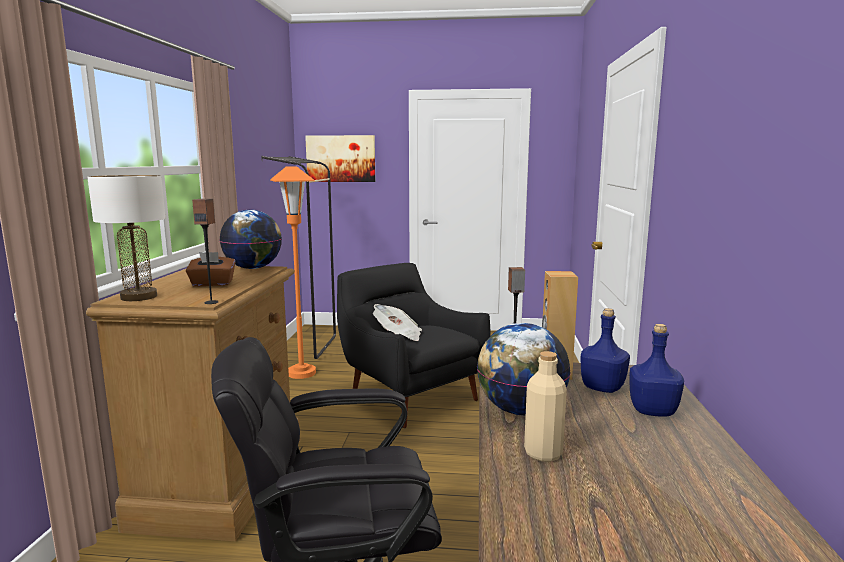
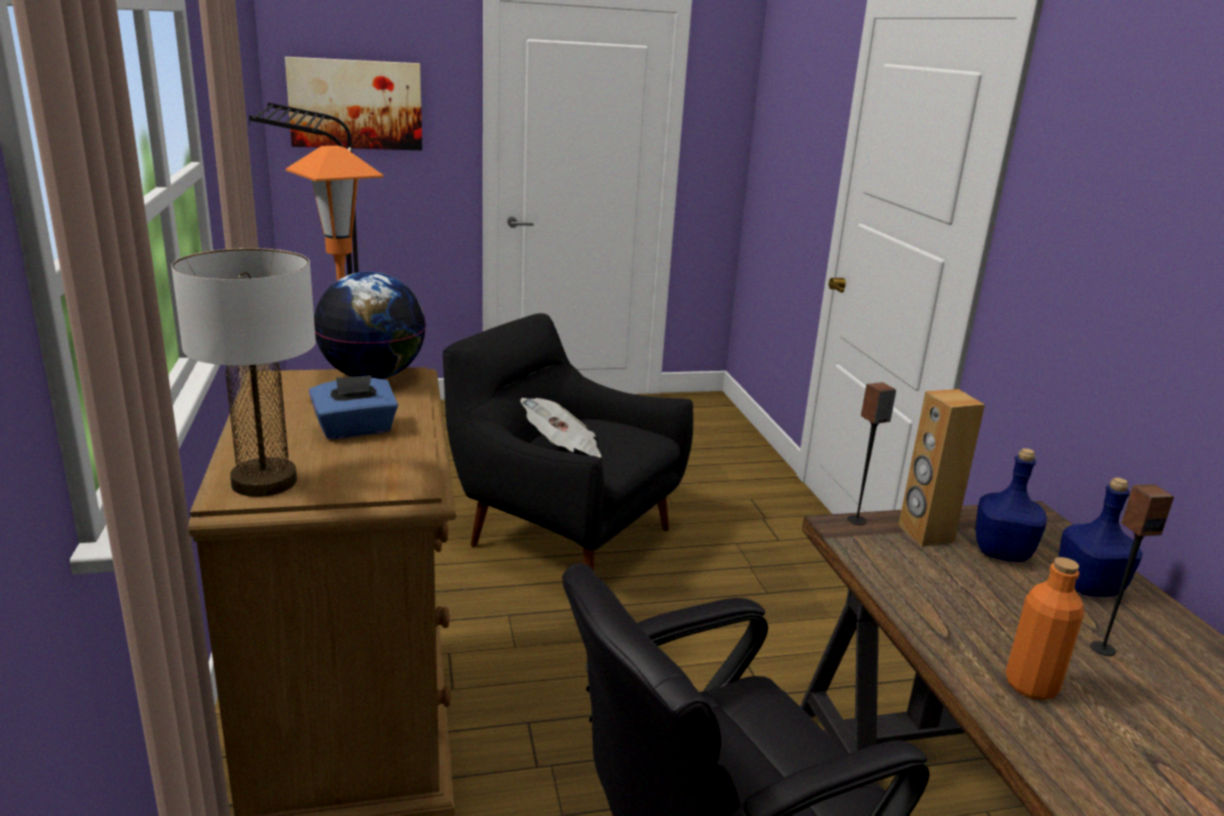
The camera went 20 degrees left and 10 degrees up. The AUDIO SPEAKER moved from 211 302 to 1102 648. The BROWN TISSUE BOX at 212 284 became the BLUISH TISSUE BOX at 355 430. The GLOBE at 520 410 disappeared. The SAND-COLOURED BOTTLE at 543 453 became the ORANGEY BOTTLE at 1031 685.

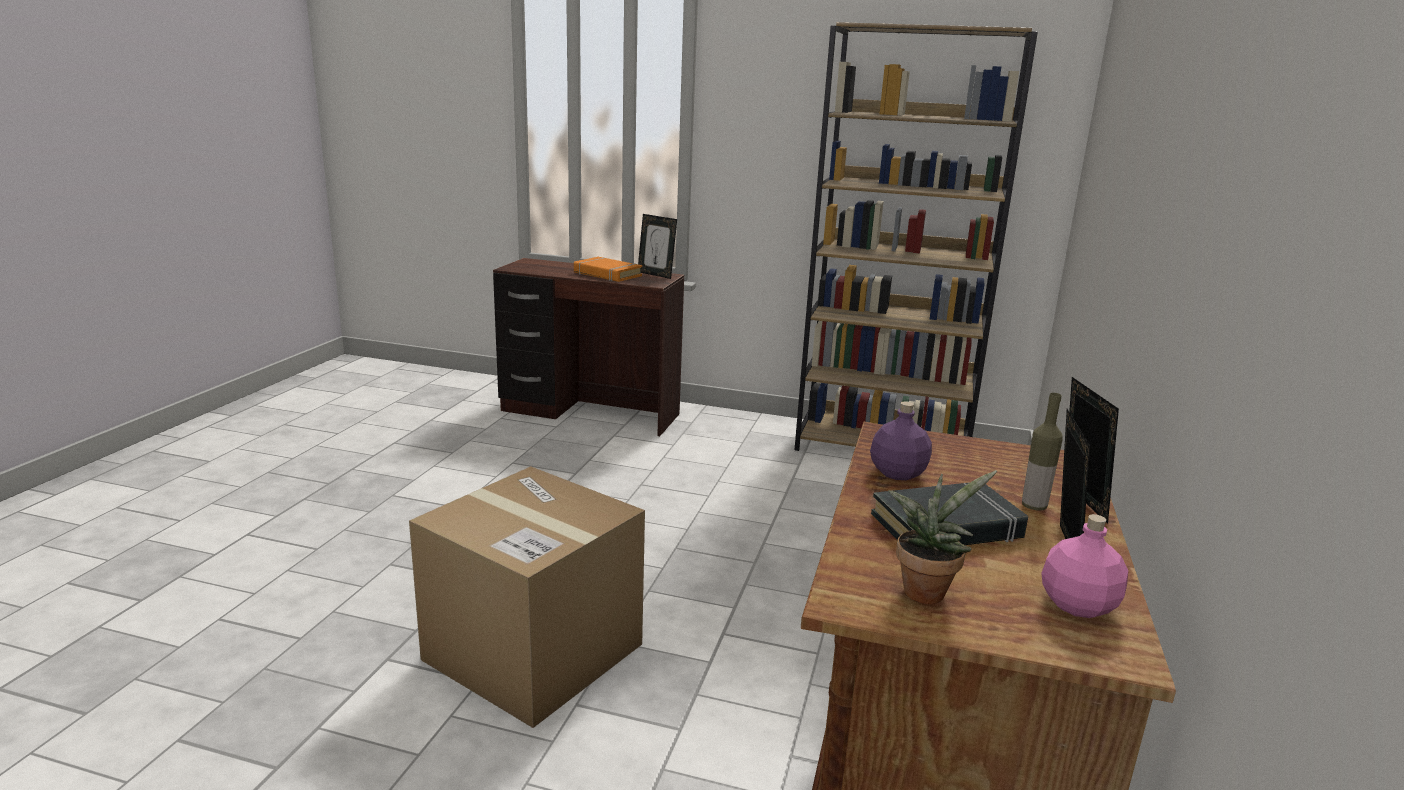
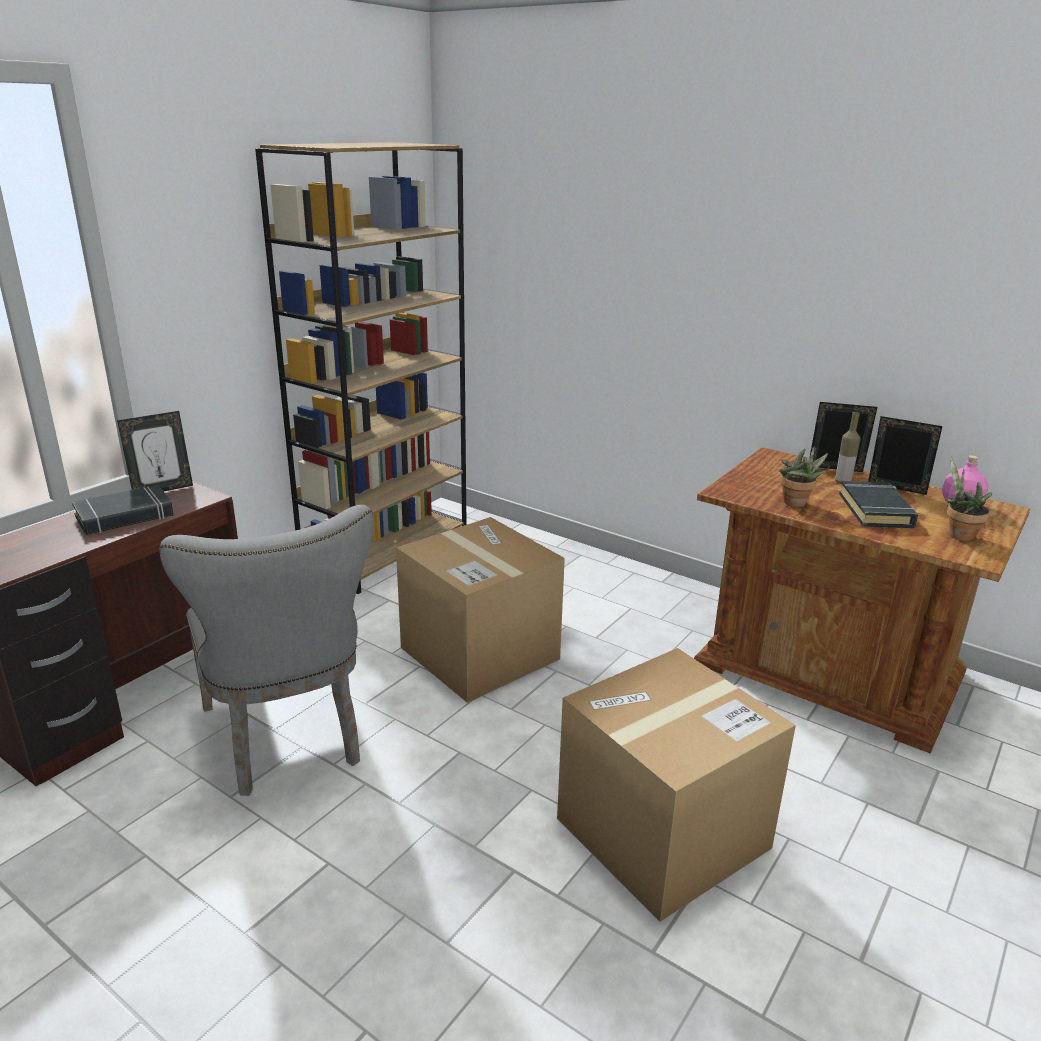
The camera went 70 degrees left and 5 degrees up. The ORANGEY VOLUME at 607 274 became the BLACKISH VOLUME at 125 516. The PURPLE-COLOURED BOTTLE at 899 473 was replaced by the POTTED PLANT at 796 504. The GREYISH UPRIGHT CHAIR at 289 740 appeared. The CARTON at 479 653 appeared.

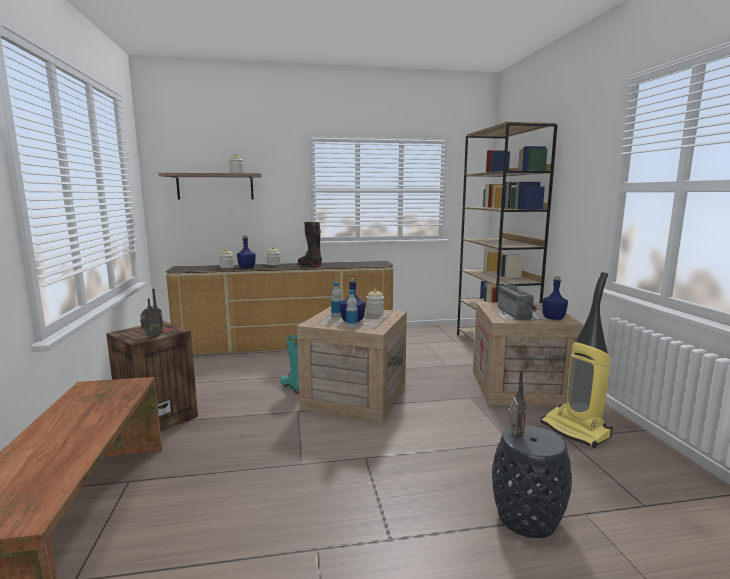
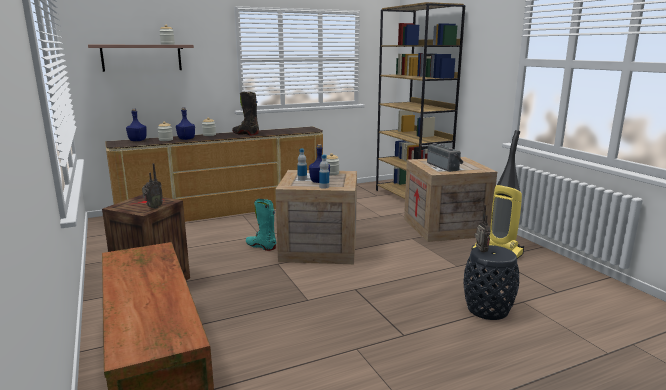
The camera went 15 degrees left and 5 degrees up. The BLUISH BOTTLE moved from 553 318 to 137 140.

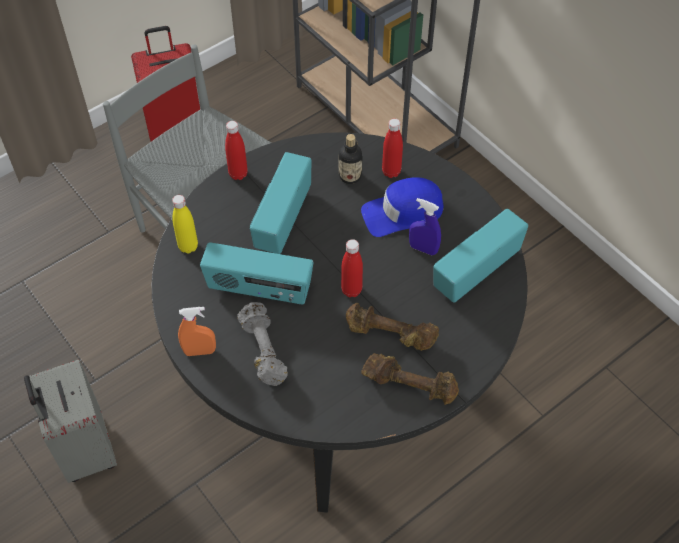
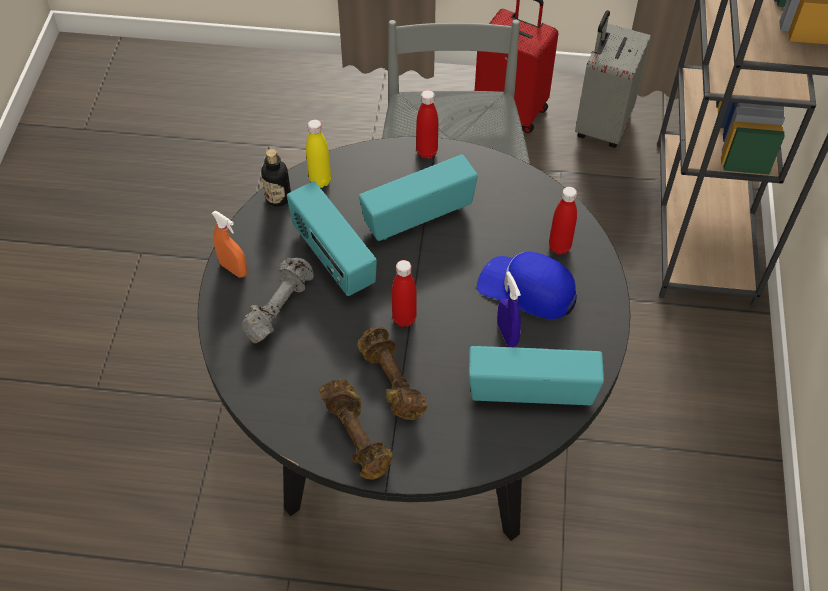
The camera went 45 degrees right and 0 degrees up. The BOTTLE moved from 350 176 to 278 197. The GREYISH TRAVEL CASE moved from 84 450 to 601 125.

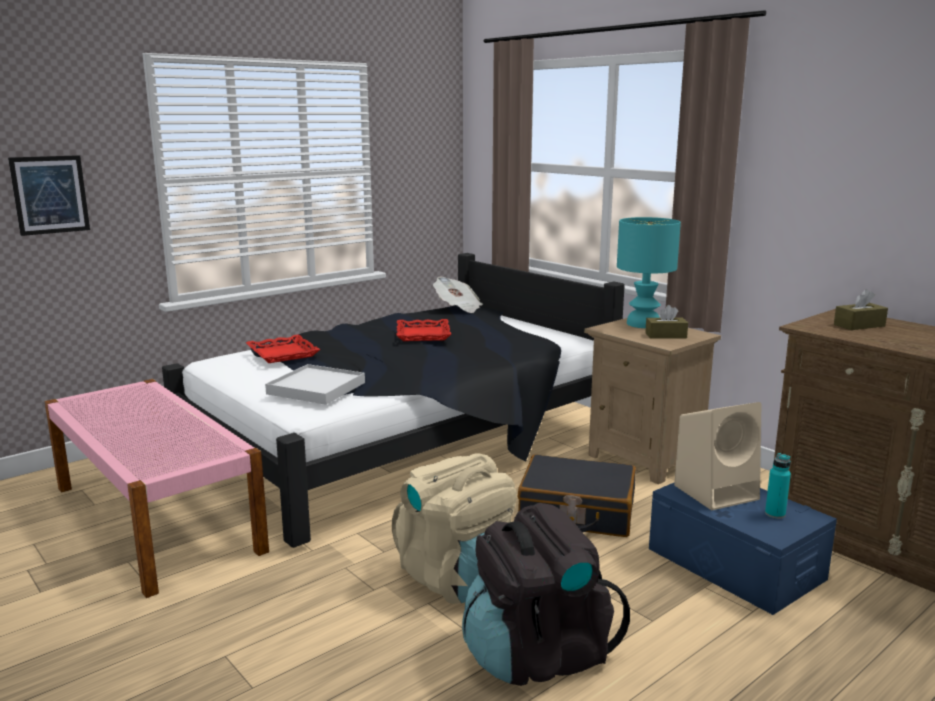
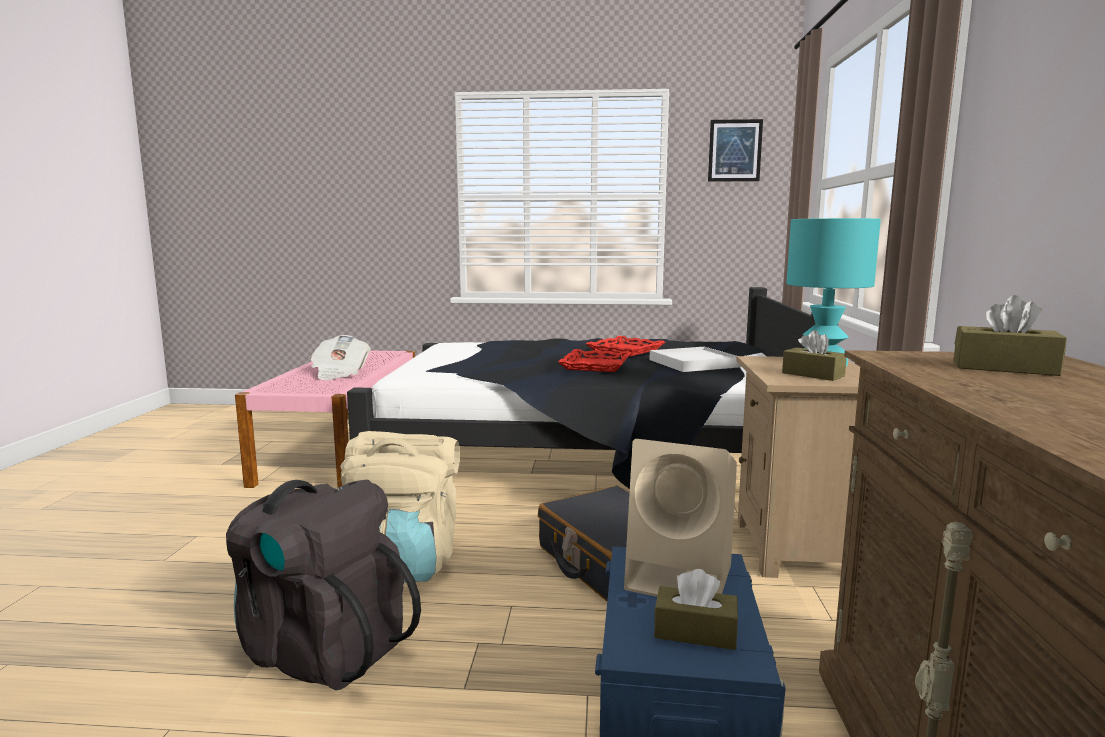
The camera went 45 degrees right and 5 degrees down. The WALL ART moved from 50 195 to 735 150. The PRINTED PAPER moved from 458 308 to 339 373. The RED-COLOURED TRAY moved from 282 354 to 595 365. The WHITE-COLOURED TRAY moved from 316 388 to 693 363. The TURQUOISE BOTTLE at 775 514 was replaced by the BROWN TISSUE BOX at 695 632.

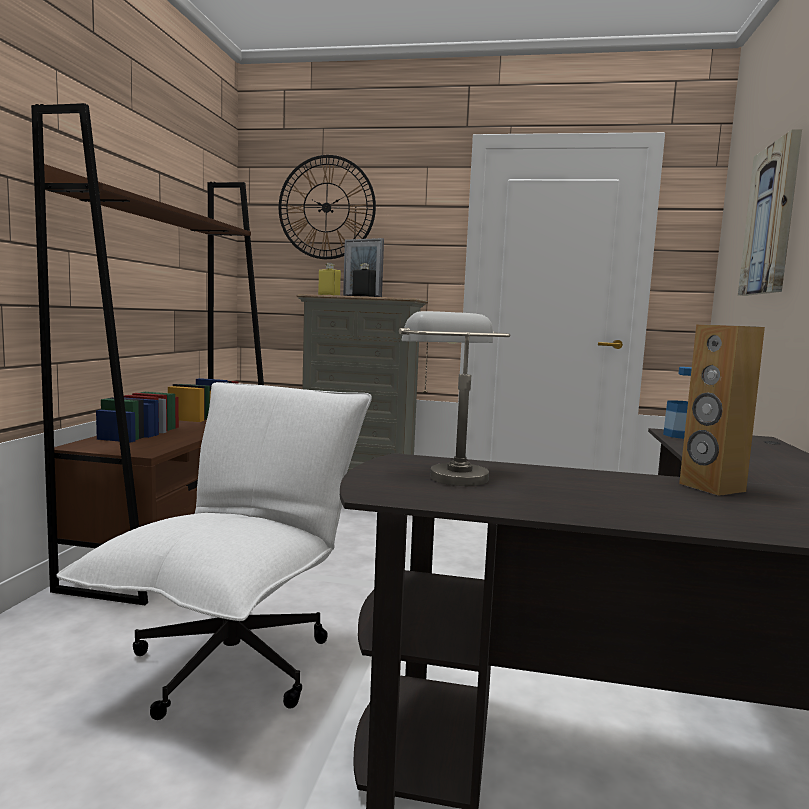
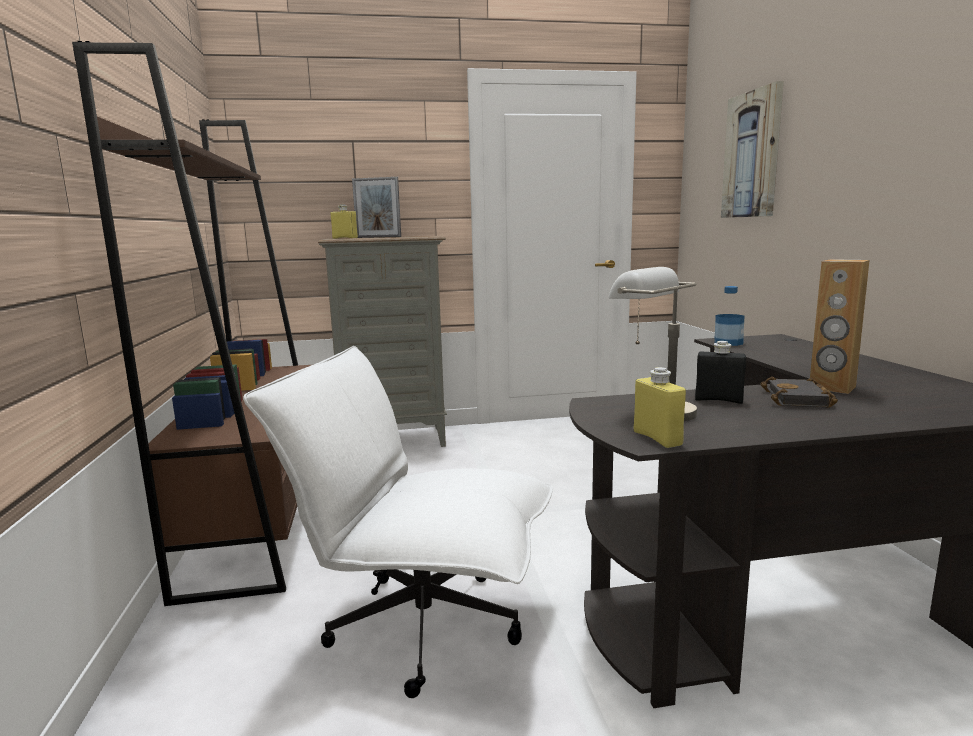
The camera went 20 degrees left and 5 degrees up. The HANGING CLOCK at 326 207 disappeared. The BLACKISH BOTTLE moved from 363 296 to 718 400. The WHITE-COLOURED OFFICE CHAIR at 229 666 turned 75 degrees counterclockwise. The YELLOW-COLOURED BOTTLE at 657 438 appeared. The BLACKISH VOLUME at 800 399 appeared.

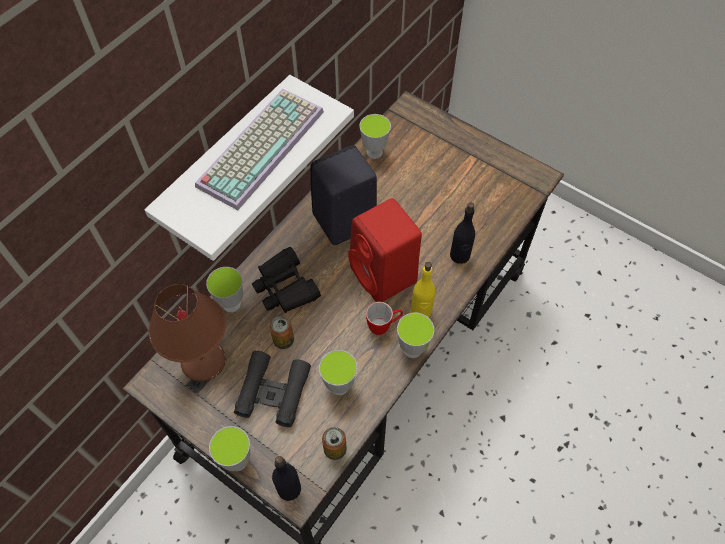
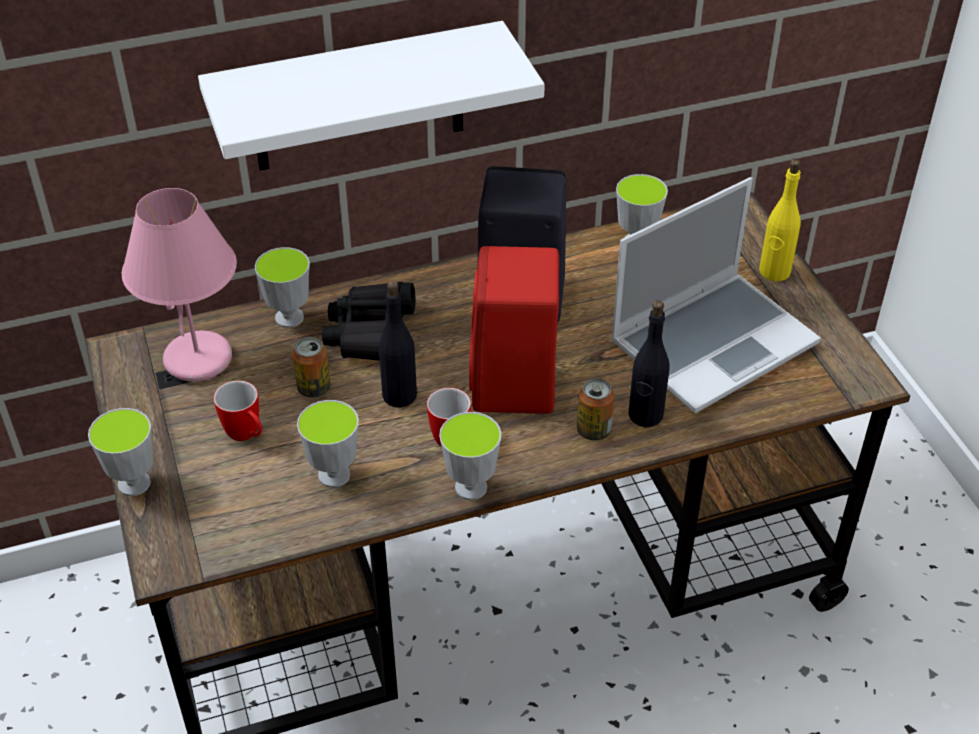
The camera went 35 degrees right and 15 degrees down. The PC KEYBOARD at 260 145 disappeared. The YELLOW-COLOURED BOTTLE moved from 421 311 to 774 272. The BROWN LAMP FOR A TABLE at 204 361 became the PINK-COLOURED LAMP FOR A TABLE at 199 360. The BLACKISH PAIR OF BINOCULARS at 273 392 was replaced by the TEA MUG at 247 436. The METAL CAN moved from 335 449 to 593 430. The BLACKISH BOTTLE moved from 288 488 to 399 395. The PORTABLE COMPUTER at 713 342 appeared.

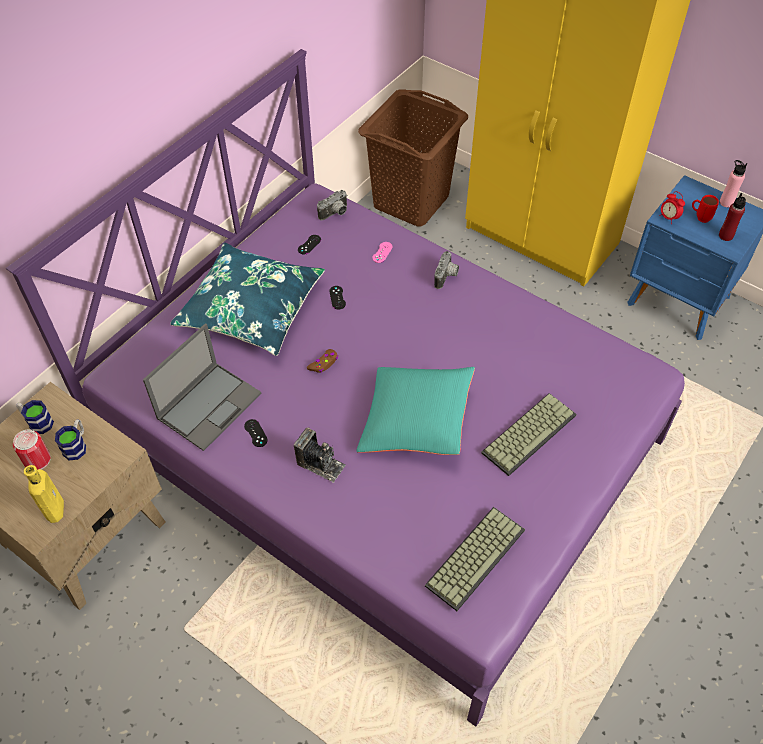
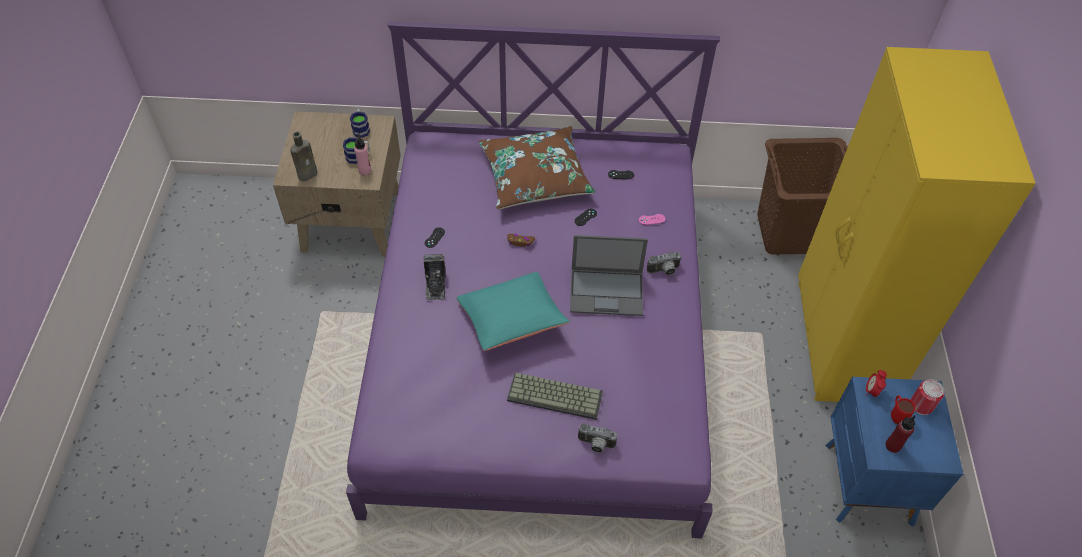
The camera went 55 degrees right and 0 degrees up. The PINK-COLOURED BOTTLE moved from 726 202 to 365 170. The STILL CAMERA moved from 335 214 to 595 445. The BLUISH THROW PILLOW at 251 308 became the BROWN THROW PILLOW at 535 177. The PORTABLE COMPUTER moved from 210 405 to 607 292. The METAL CAN moved from 37 460 to 921 405. The YELLOW-COLOURED BOTTLE at 55 508 became the BROWN BOTTLE at 309 174. The PC KEYBOARD at 474 556 disappeared.

